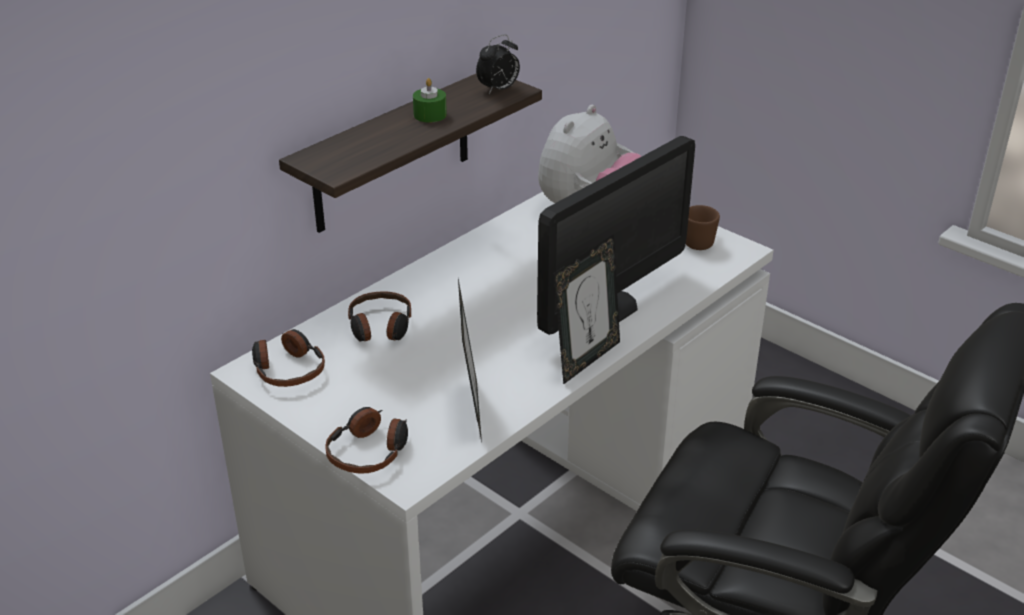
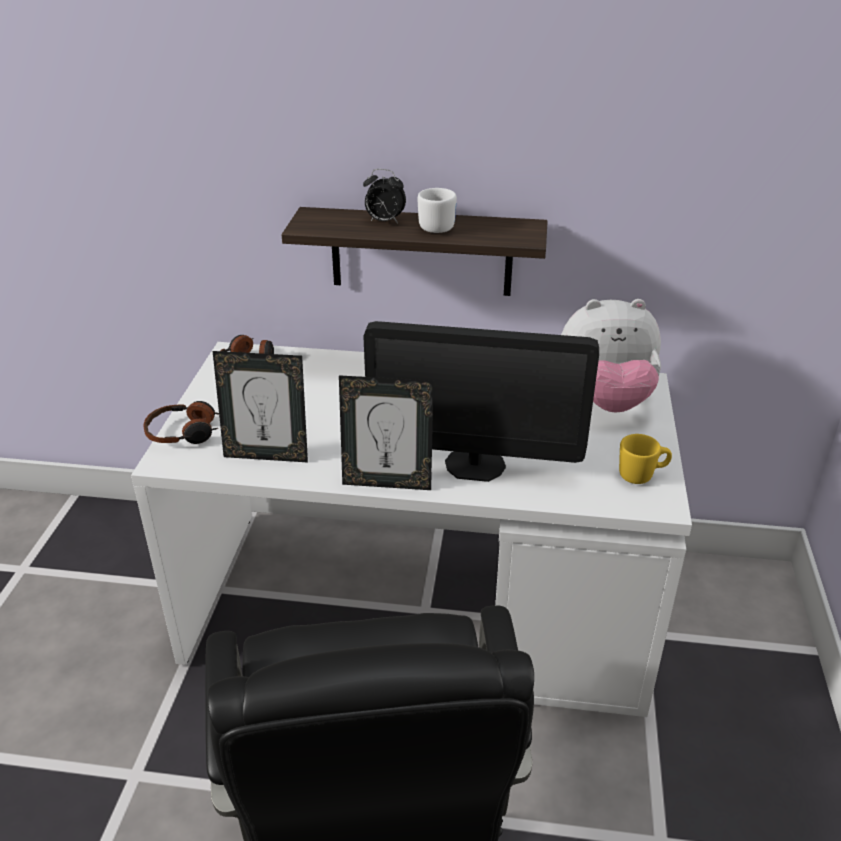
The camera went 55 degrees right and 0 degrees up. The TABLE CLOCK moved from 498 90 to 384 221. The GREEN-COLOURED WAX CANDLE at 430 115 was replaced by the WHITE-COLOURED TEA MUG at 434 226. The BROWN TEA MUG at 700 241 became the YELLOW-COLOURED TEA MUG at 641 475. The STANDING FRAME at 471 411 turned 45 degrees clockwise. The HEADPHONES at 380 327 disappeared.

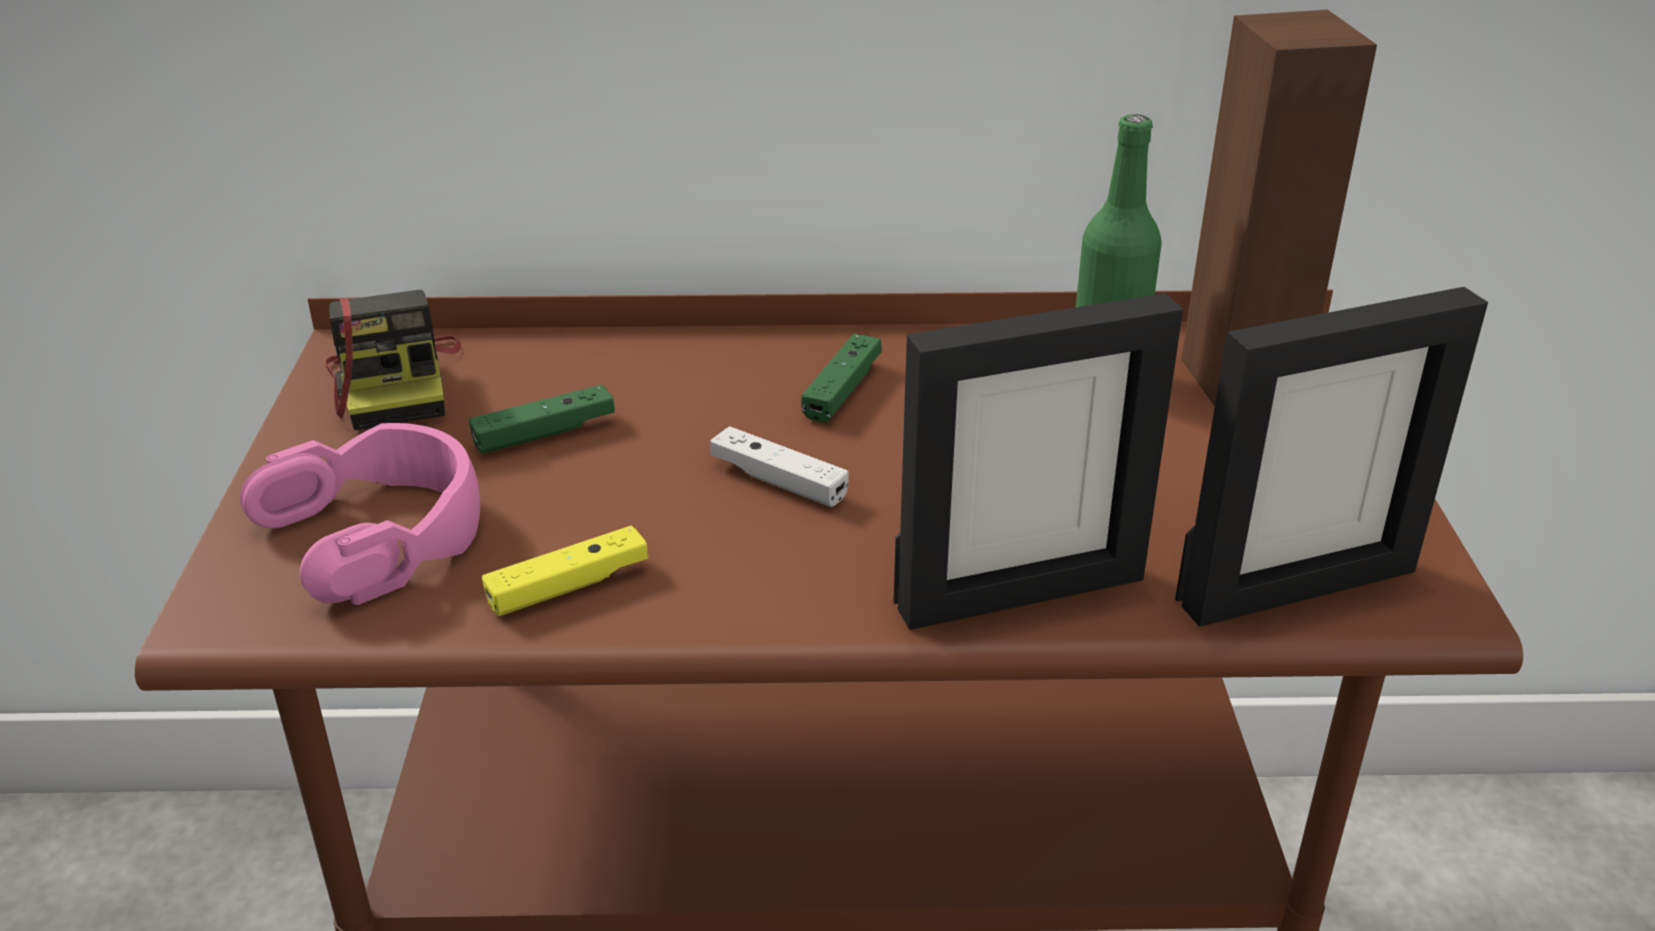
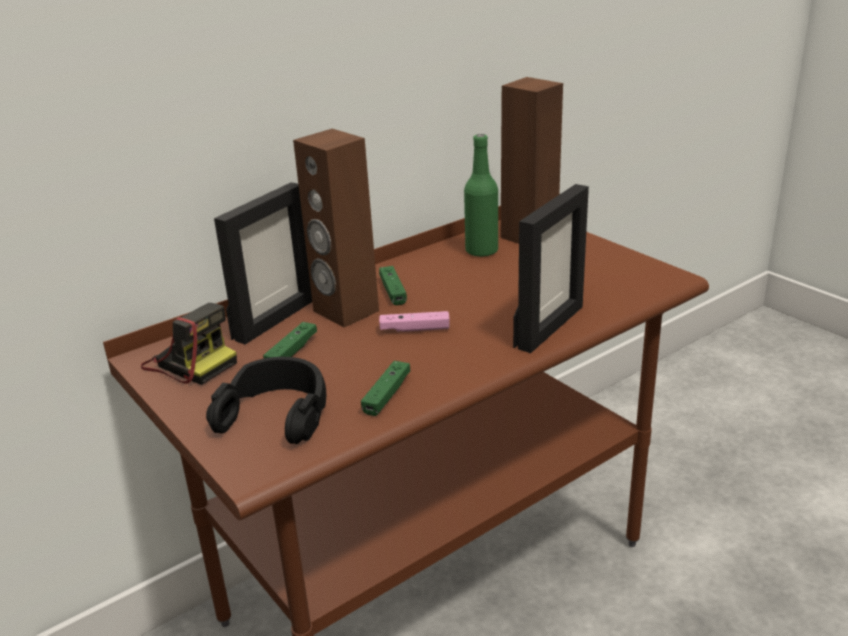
The camera went 35 degrees left and 5 degrees down. The STANDING FRAME moved from 1296 585 to 274 319. The PINK-COLOURED HEADPHONES at 379 533 became the BLACKISH HEADPHONES at 276 414. The WHITE-COLOURED JOYPAD at 778 481 became the PINK-COLOURED JOYPAD at 414 329. The YELLOW-COLOURED JOYPAD at 568 585 became the GREEN-COLOURED JOYPAD at 387 395. The BROWN AUDIO SPEAKER at 345 311 appeared.

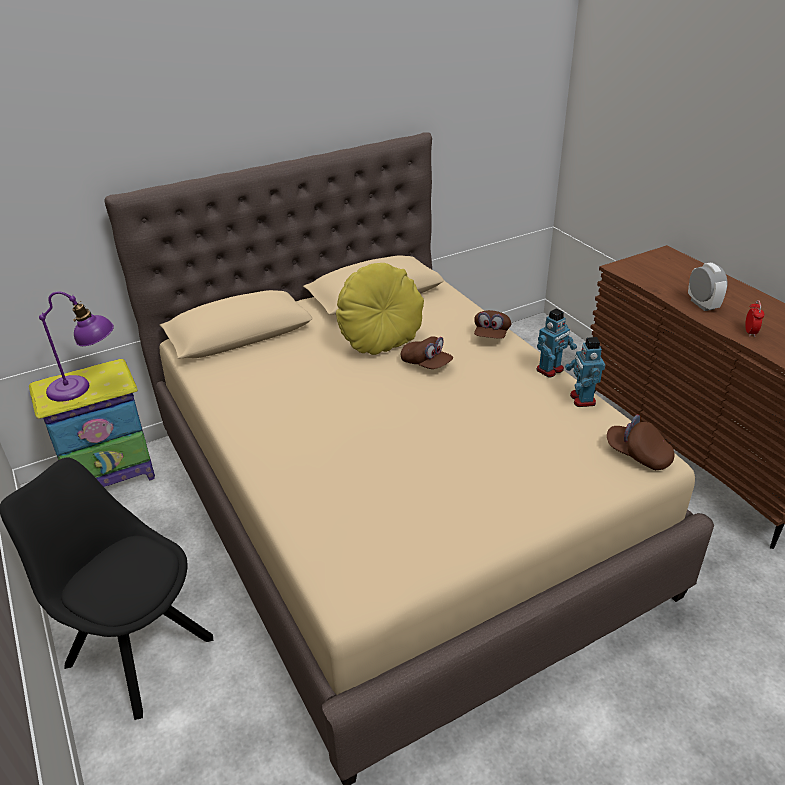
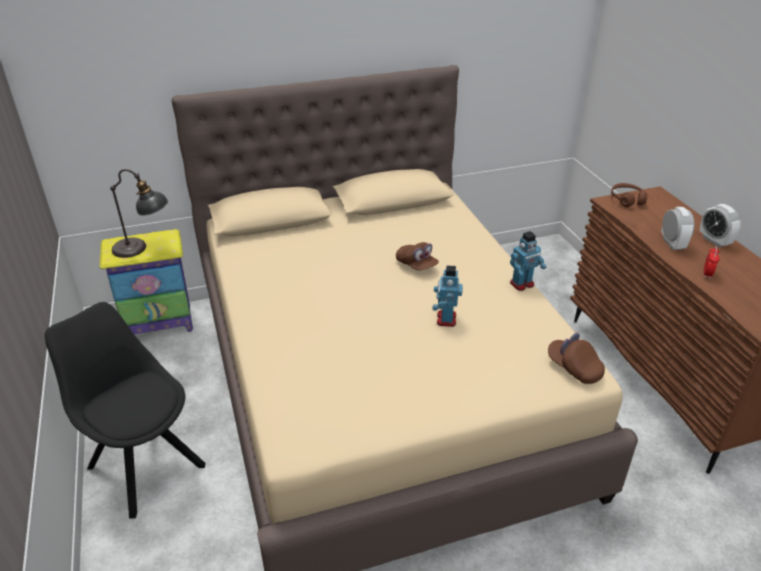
The camera went 10 degrees right and 0 degrees up. The YELLOW-COLOURED THROW PILLOW at 381 344 disappeared. The PURPLE-COLOURED LAMP FOR A TABLE at 87 386 became the GREYISH LAMP FOR A TABLE at 144 247. The BROWN CAP at 491 335 disappeared. The ROBOT FIGURE moved from 582 399 to 445 319. The BROWN HEADPHONES at 627 200 appeared. The TABLE CLOCK at 714 241 appeared.

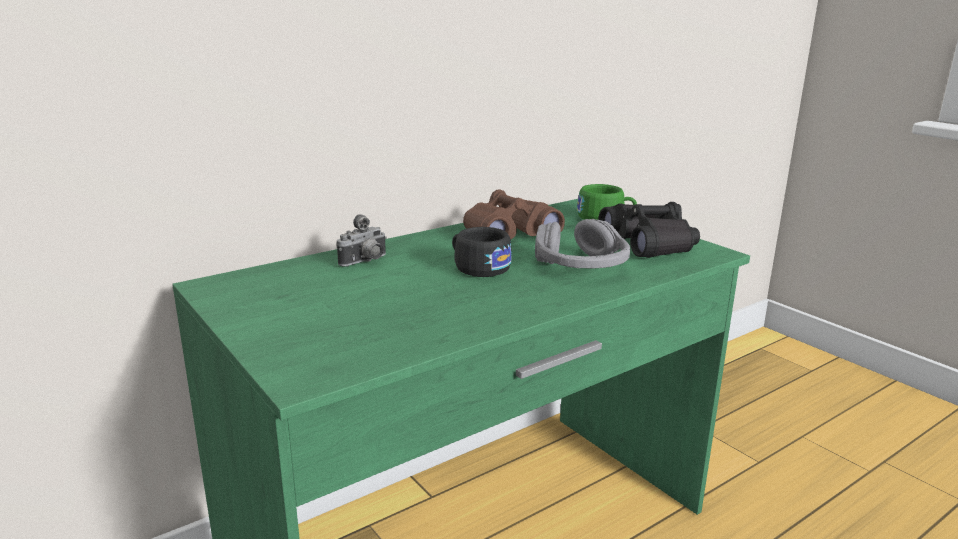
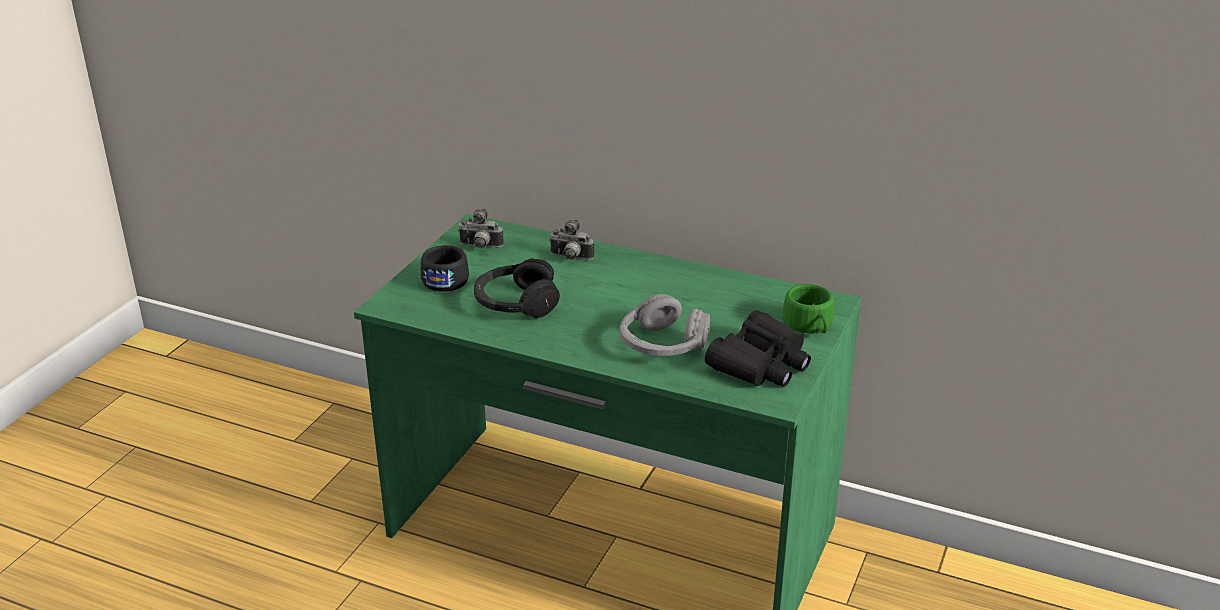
The camera went 60 degrees right and 10 degrees up. The BROWN PAIR OF BINOCULARS at 508 234 disappeared. The BLACKISH CUP moved from 477 267 to 447 279. The STILL CAMERA at 480 247 appeared. The BLACKISH HEADPHONES at 516 303 appeared.

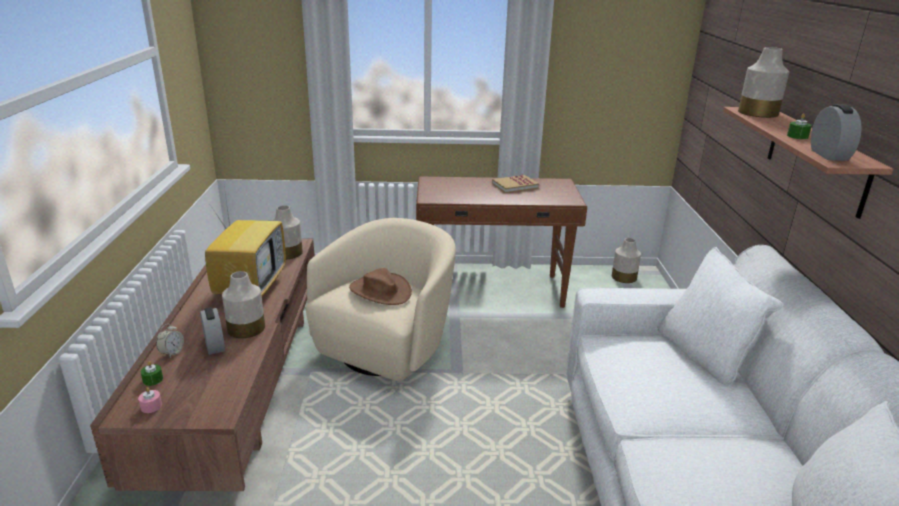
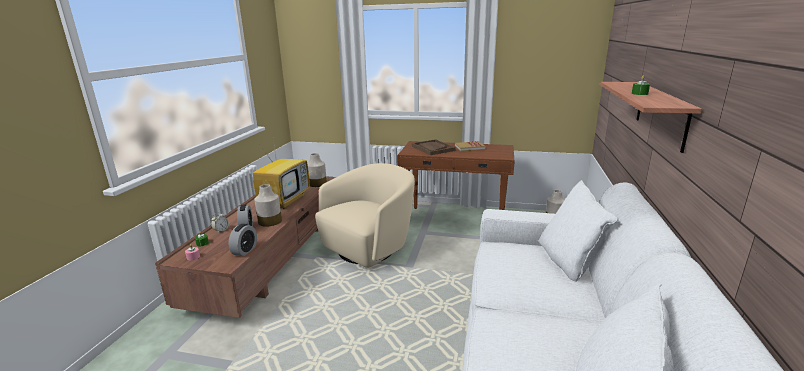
The camera went 15 degrees right and 5 degrees down. The SAND-COLOURED VASE at 757 112 disappeared. The TABLE CLOCK moved from 828 155 to 245 251. The BROWN HAT at 380 291 disappeared. The BROWN TRAY at 433 148 appeared.

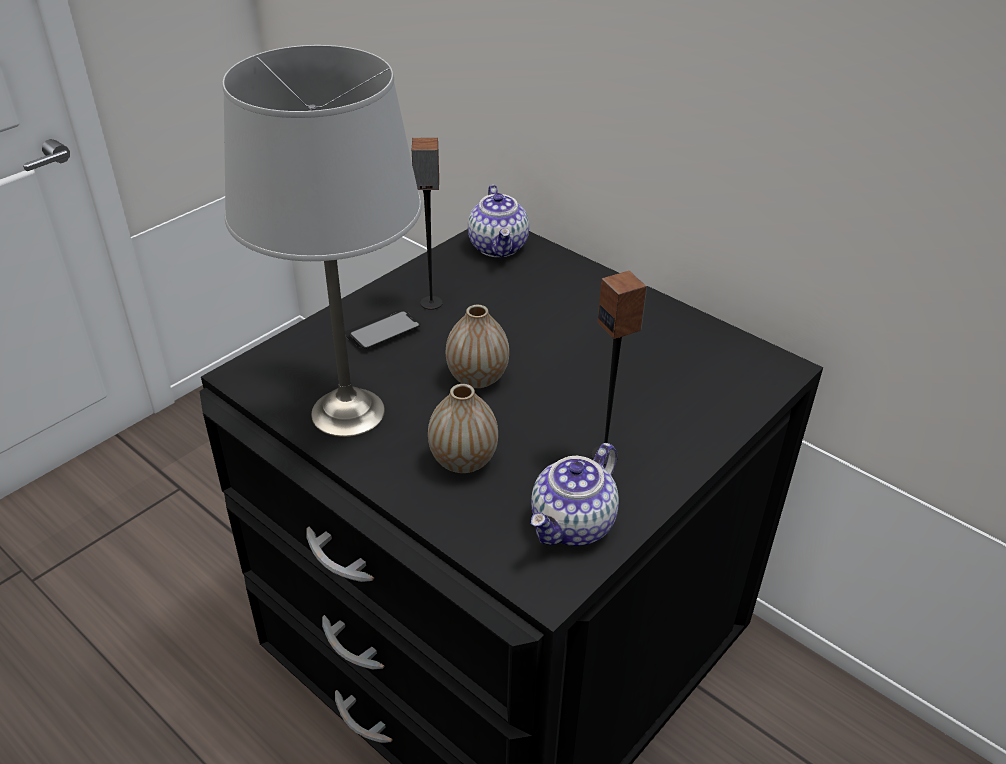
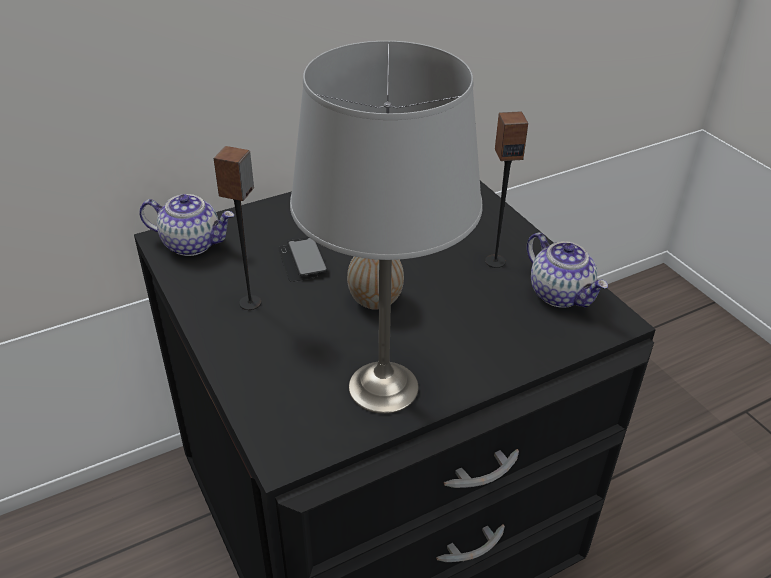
The camera went 70 degrees left and 0 degrees up. The TELEPHONE moved from 382 331 to 302 261. The VASE at 463 461 disappeared.

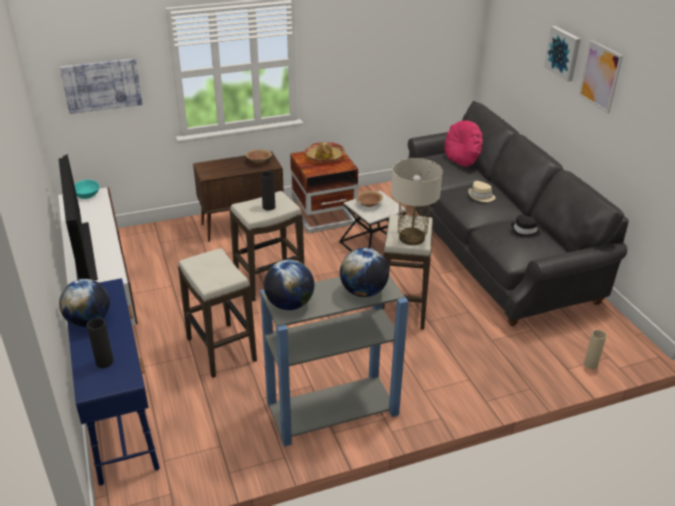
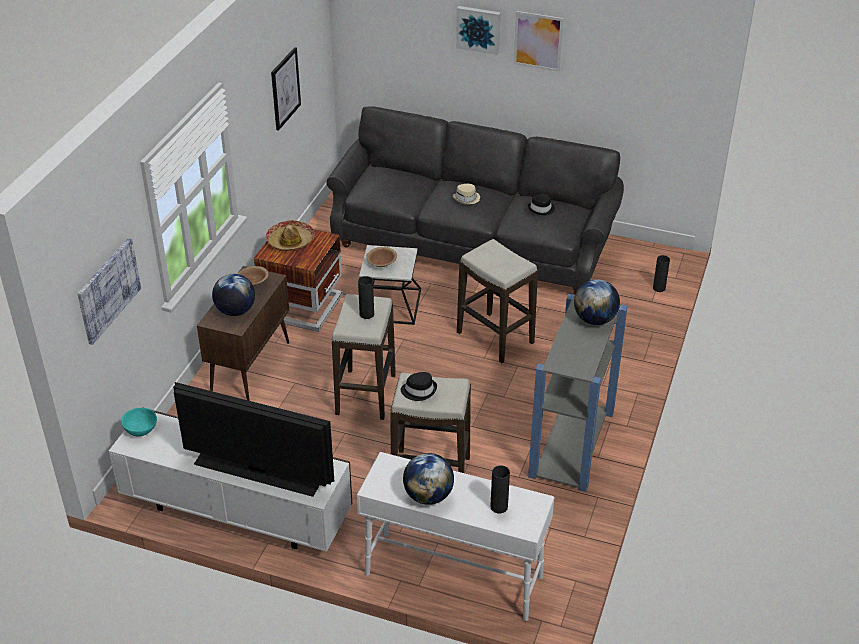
The camera went 50 degrees left and 5 degrees up. The PINK-COLOURED THROW PILLOW at 461 161 disappeared. The LAMP FOR A TABLE at 411 238 disappeared. The GLOBE moved from 289 304 to 235 311. The BLUISH CONSOLE TABLE at 121 417 became the WHITE-COLOURED CONSOLE TABLE at 454 575. The SAND-COLOURED VASE at 590 364 became the BLACKISH VASE at 659 288. The WALL ART at 285 88 appeared. The BLACKISH HAT at 419 390 appeared.

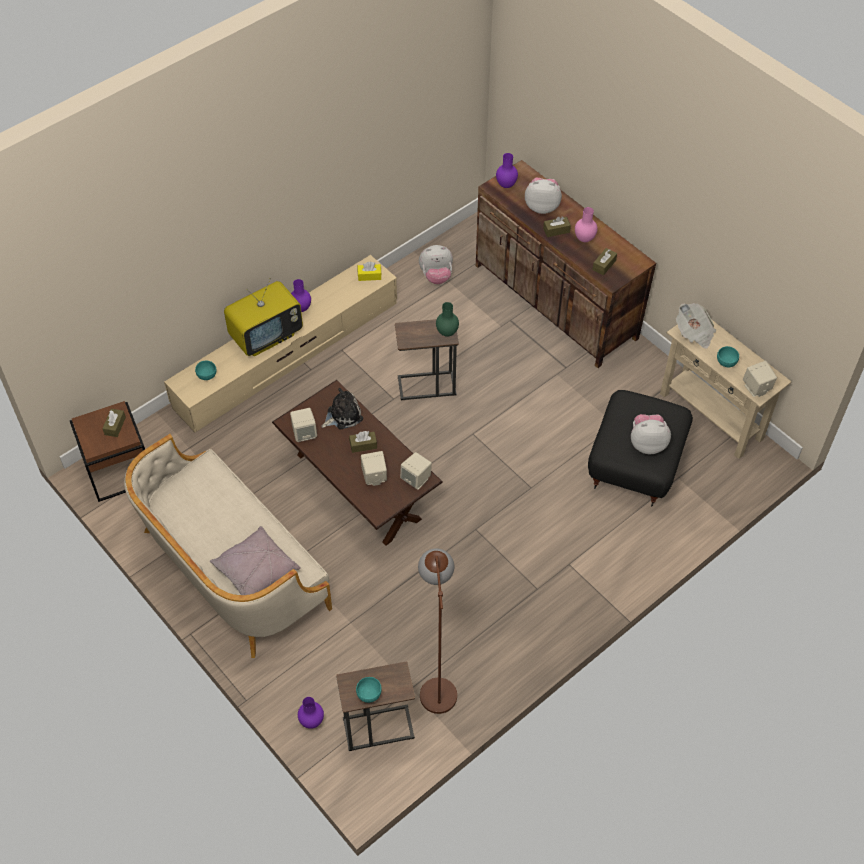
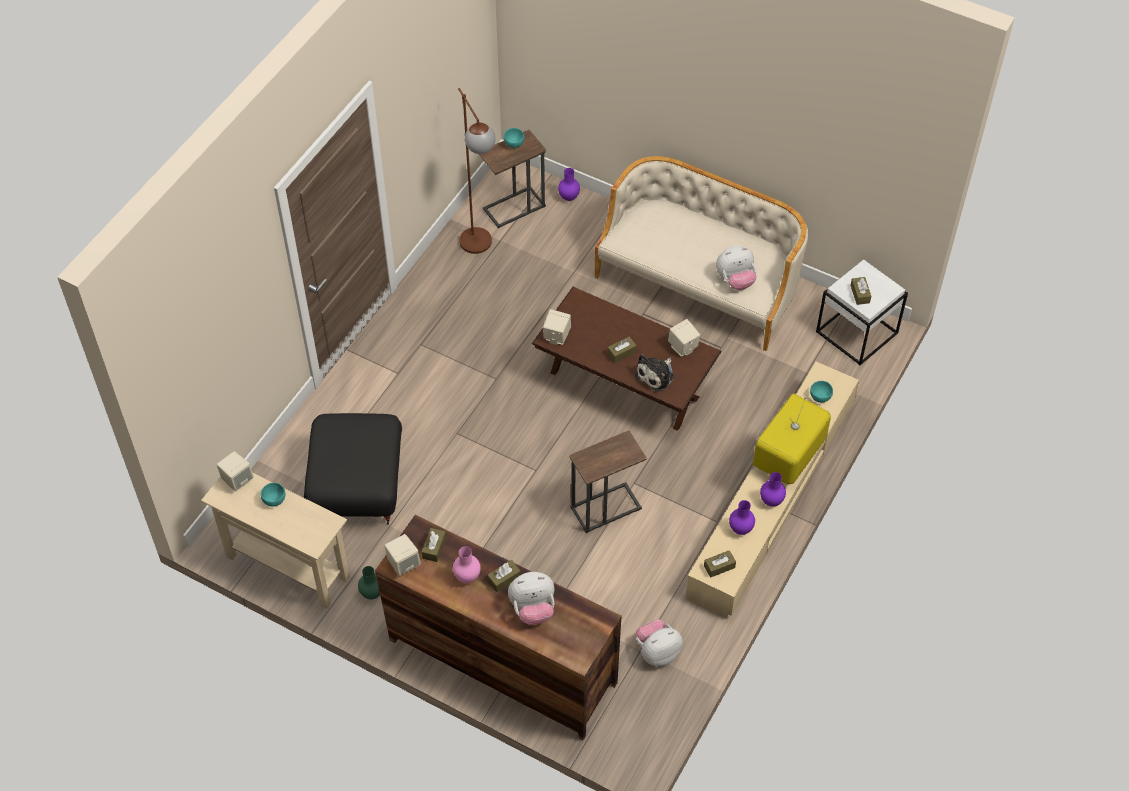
The camera went 160 degrees right and 0 degrees up. The PURPLE-COLOURED VASE moved from 506 185 to 741 529. The YELLOW-COLOURED TISSUE BOX at 369 276 became the BROWN TISSUE BOX at 719 567. The GREEN-COLOURED VASE moved from 447 332 to 372 594. The PRINTED PAPER at 694 333 disappeared. The BROWN END TABLE at 118 470 became the WHITE-COLOURED END TABLE at 857 333. The CUDDLY TOY moved from 647 443 to 735 280. The SAND-COLOURED AUDIO SPEAKER moved from 374 477 to 403 564. The PURPLE-COLOURED THROW PILLOW at 256 571 disappeared.

